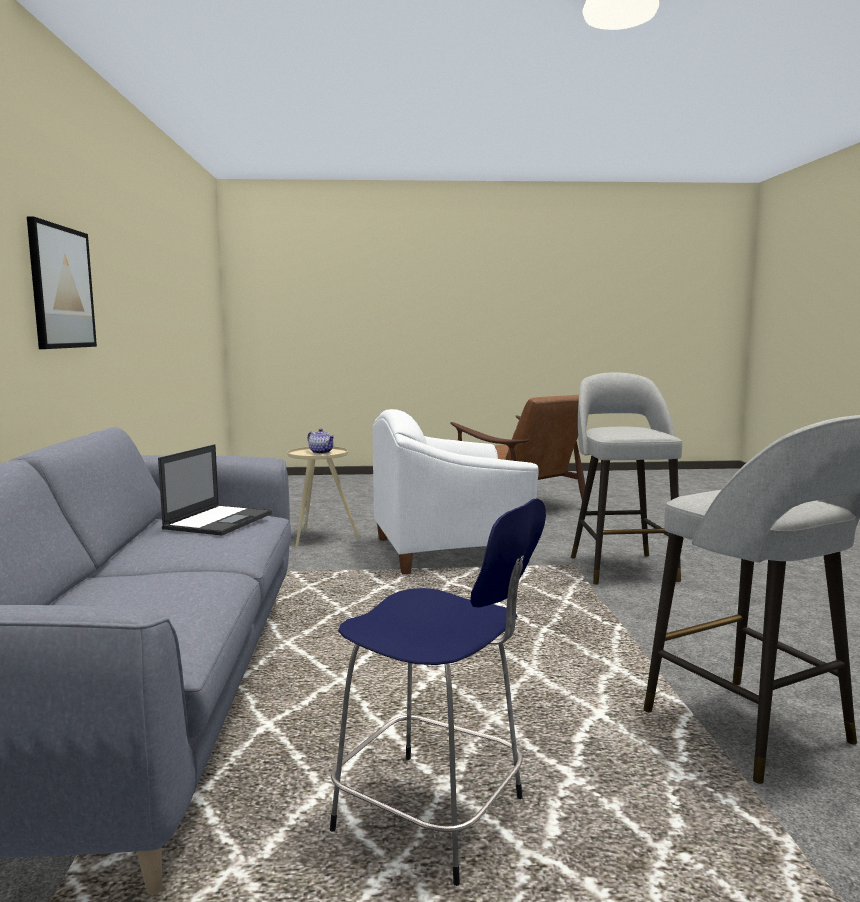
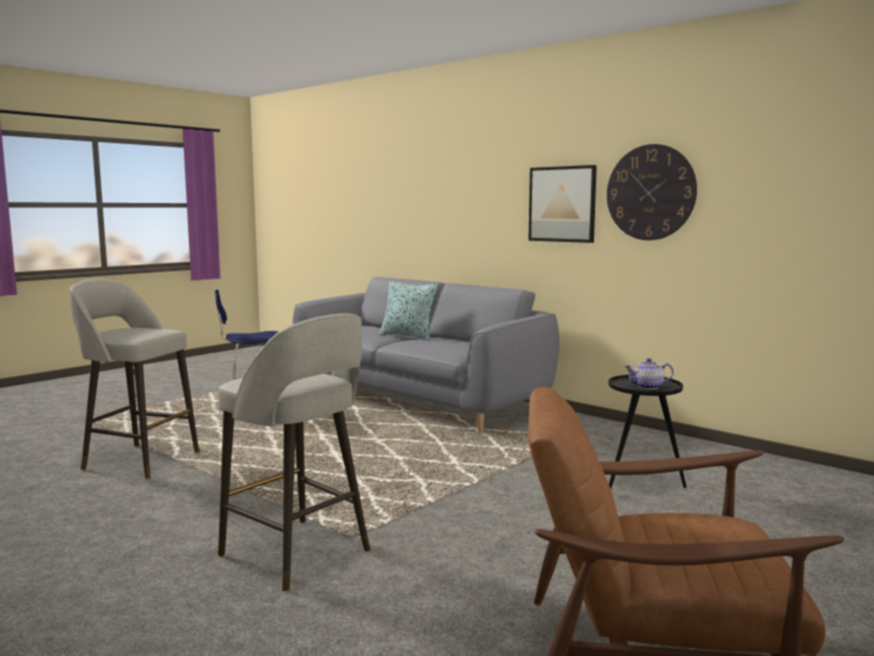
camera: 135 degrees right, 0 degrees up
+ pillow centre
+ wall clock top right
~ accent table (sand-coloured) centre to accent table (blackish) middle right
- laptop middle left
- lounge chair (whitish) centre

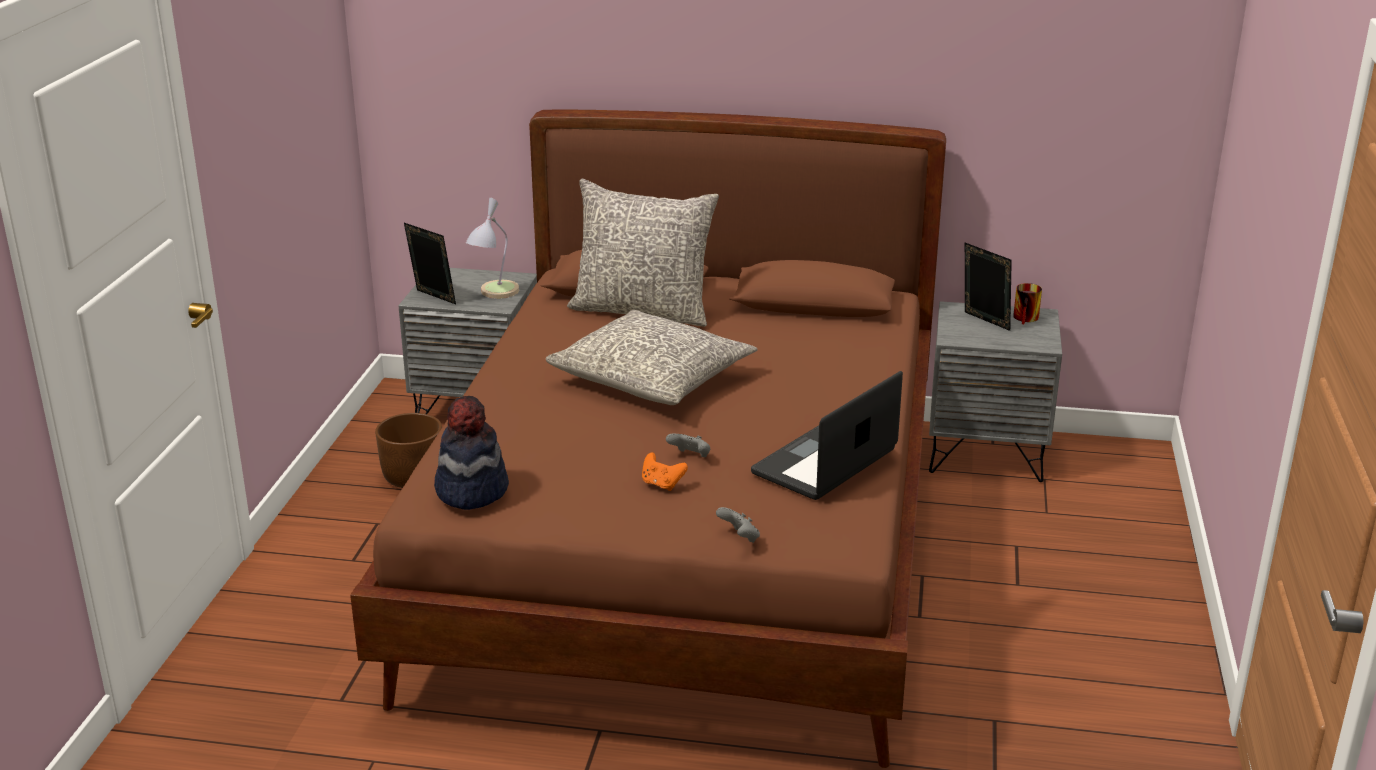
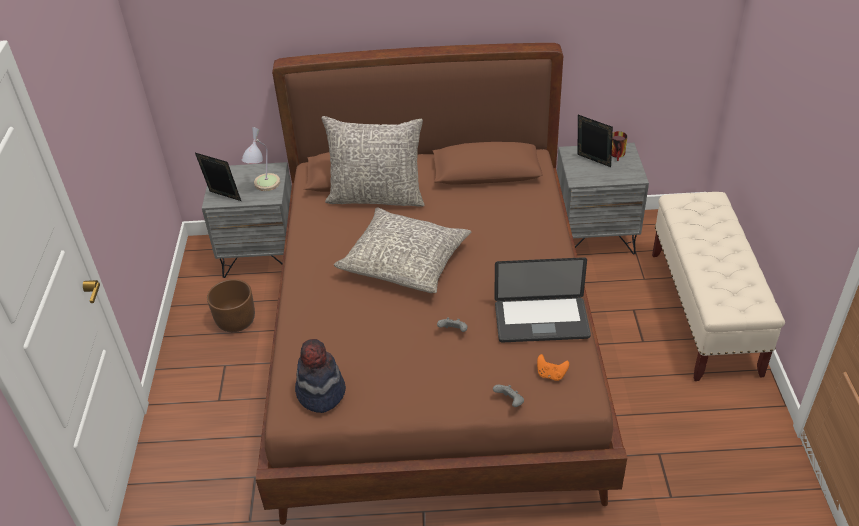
camera: 10 degrees left, 15 degrees up
~ laptop centre = centre 120 degrees counterclockwise
~ gamepad (orange-coloured) centre to bottom centre
+ indoor bench (sand-coloured) middle right

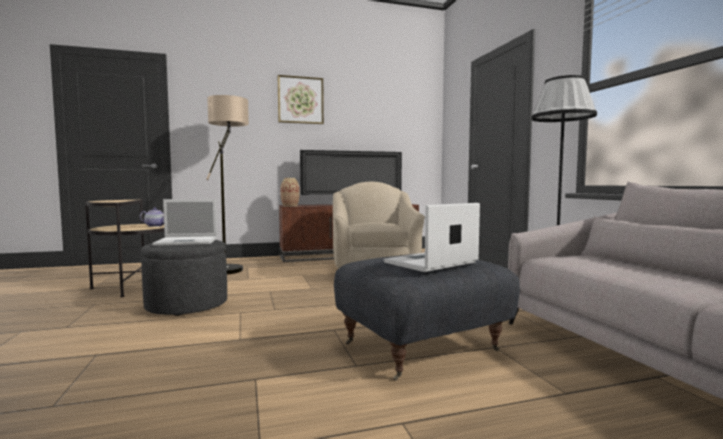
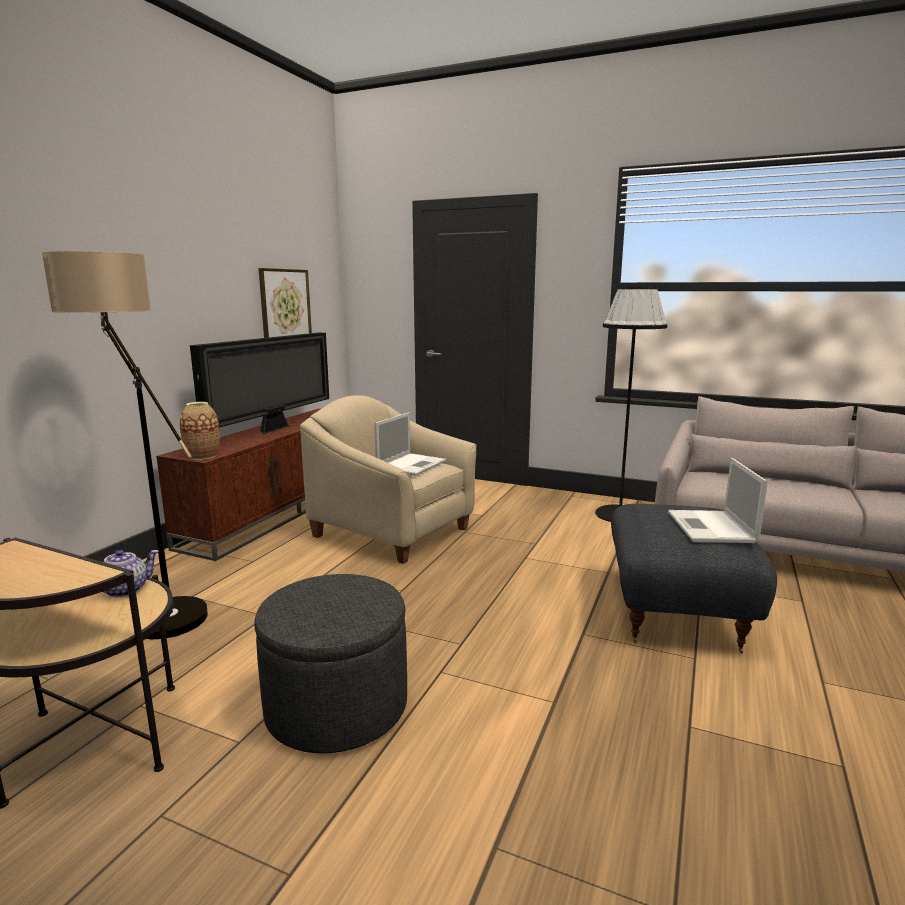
camera: 50 degrees left, 10 degrees up
~ wall picture top centre to middle left
~ laptop (1st from left) middle left to centre

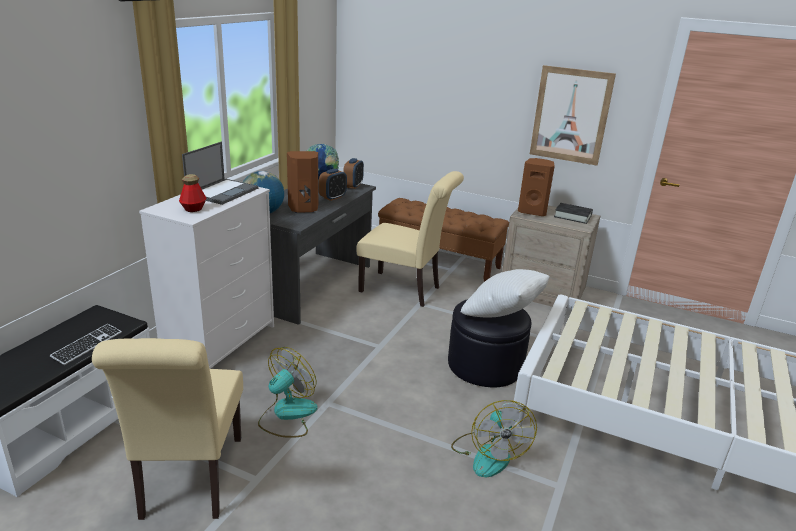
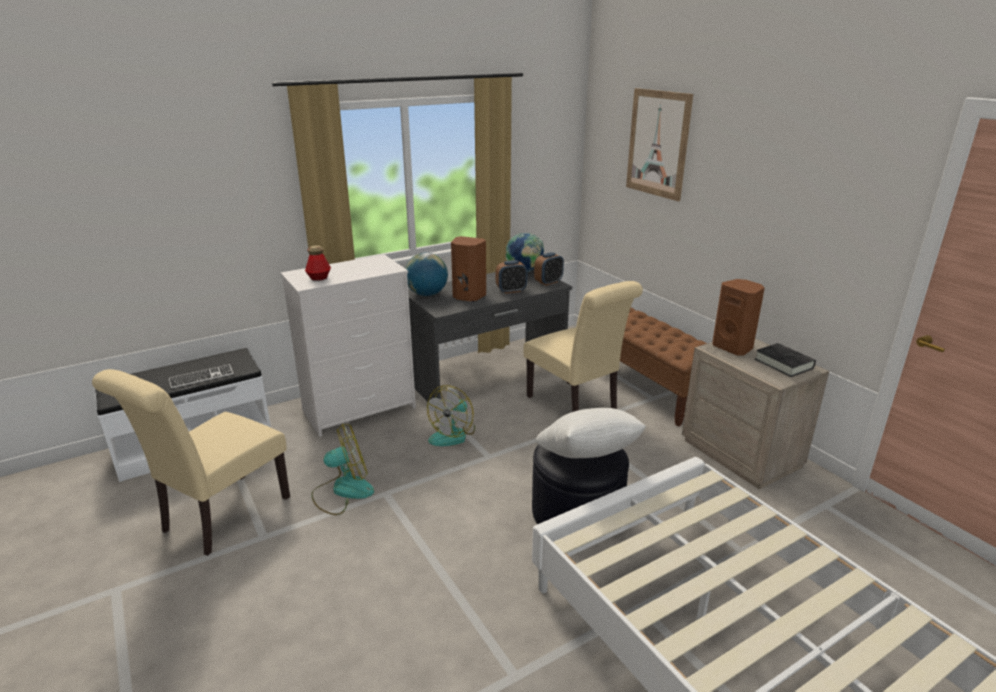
camera: 35 degrees right, 0 degrees up
~ fan (2nd from left) bottom centre to centre
~ wall picture top right to top centre
- laptop top left

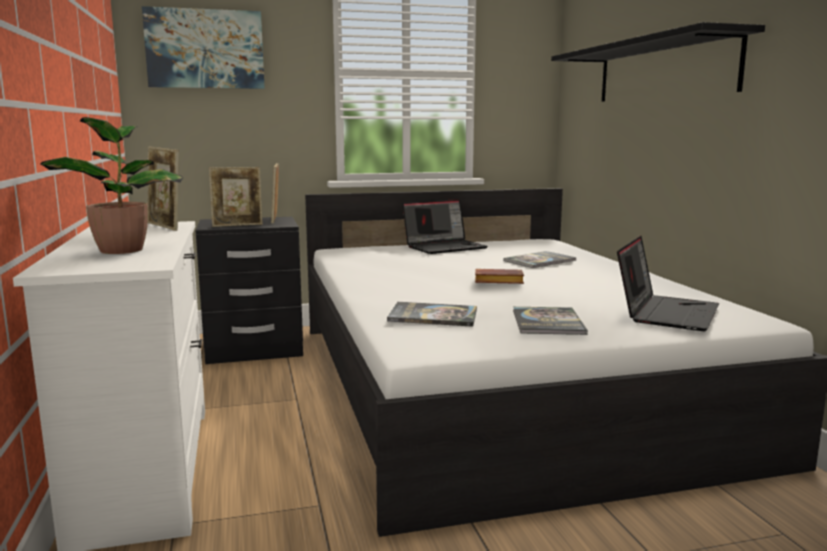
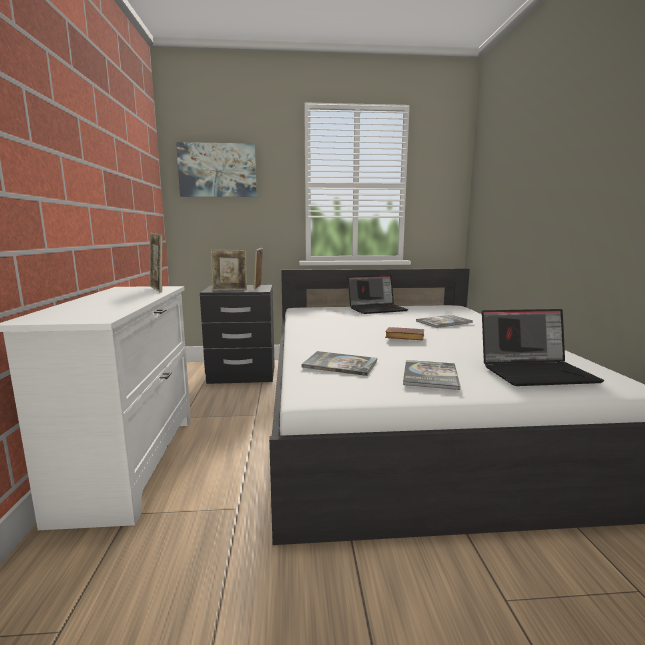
camera: 10 degrees right, 0 degrees up
~ laptop (2nd from left) middle right = middle right 45 degrees clockwise
- plant in a pot middle left
- bracket shelf (blackish) top right

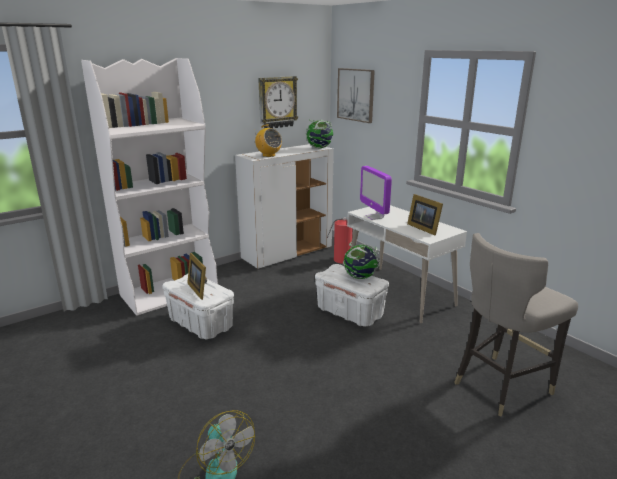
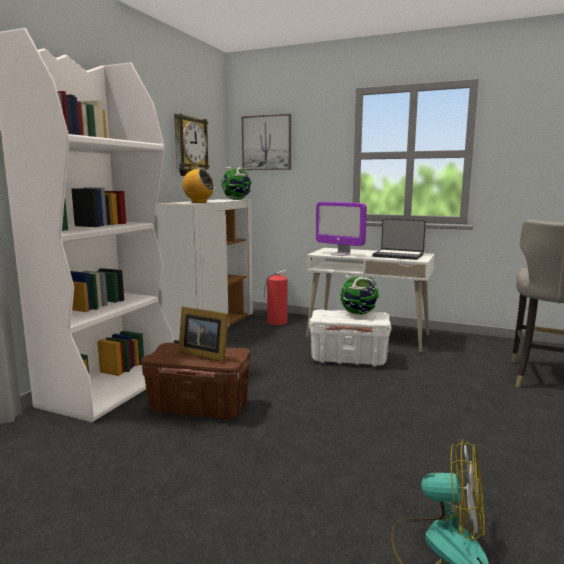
camera: 30 degrees left, 10 degrees down
~ storage bin (whitish) (1st from left) middle left to storage bin (brown-coloured) bottom centre
~ picture frame (2nd from left) middle right to laptop middle right

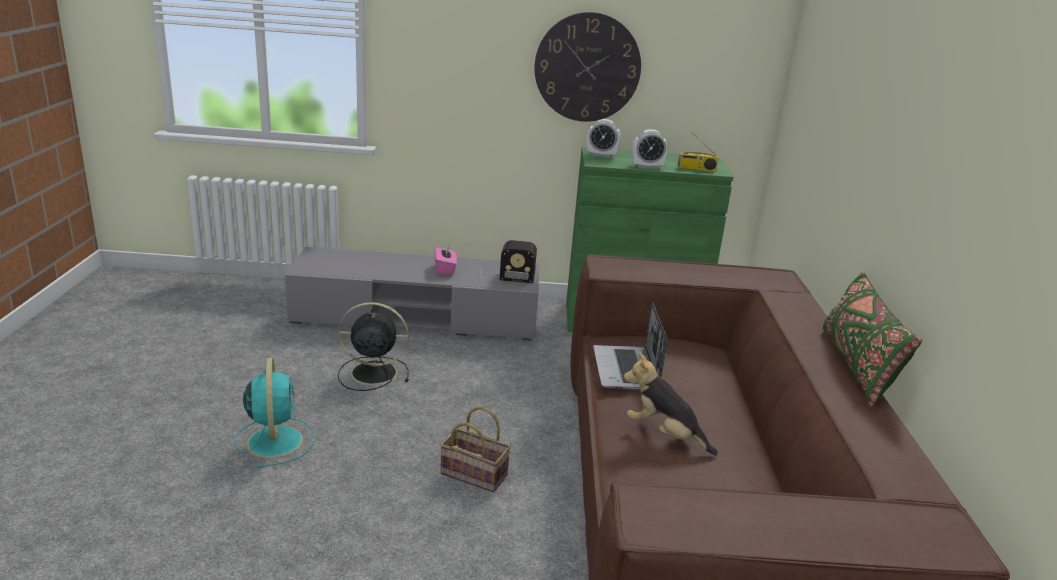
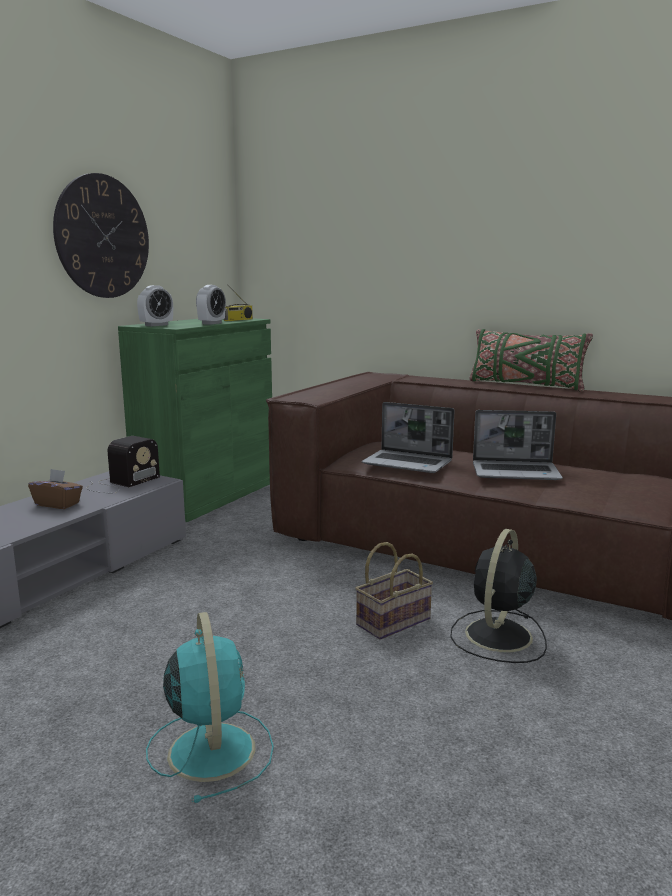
camera: 60 degrees left, 10 degrees down
~ tissue holder (pink) centre to tissue holder (brown-coloured) middle left
~ fan (turquoise) bottom left = bottom left 60 degrees clockwise
~ fan (blackish) centre to middle right
~ soft toy bottom centre to laptop (2nd from left) middle right

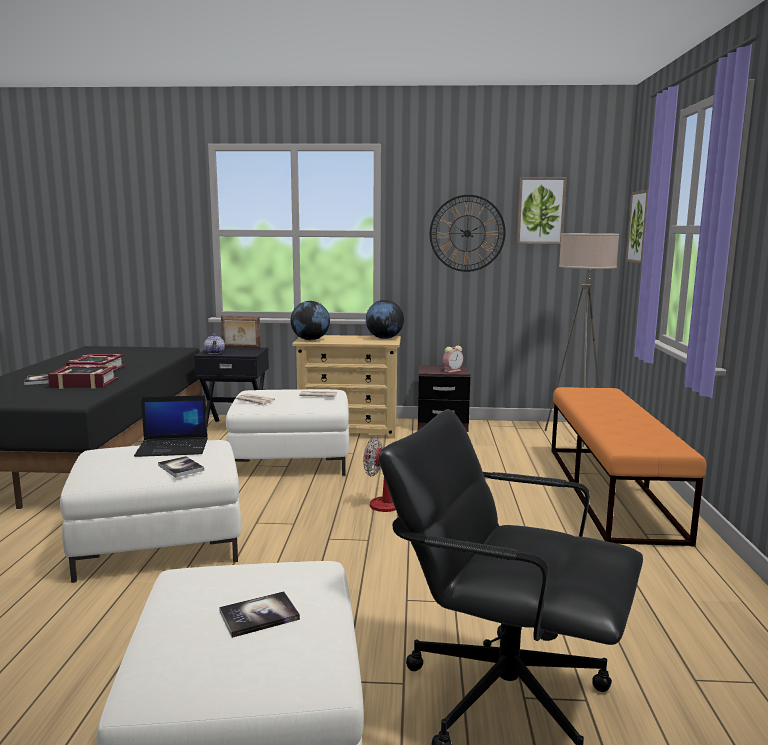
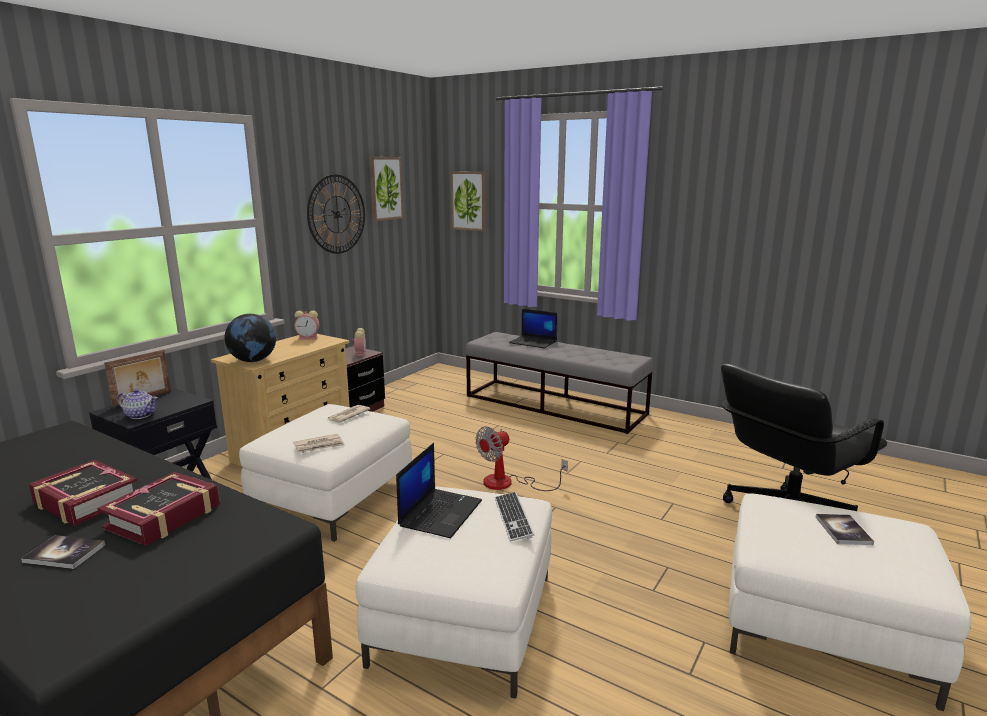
camera: 60 degrees left, 5 degrees up
~ globe (2nd from left) centre to table clock (1st from left) middle left
~ indoor bench (orange-coloured) middle right to indoor bench (greyish) centre
~ bound book (4th from left) middle left to PC keyboard bottom centre
+ laptop (2nd from left) centre
- floor lamp (sand-coloured) middle right

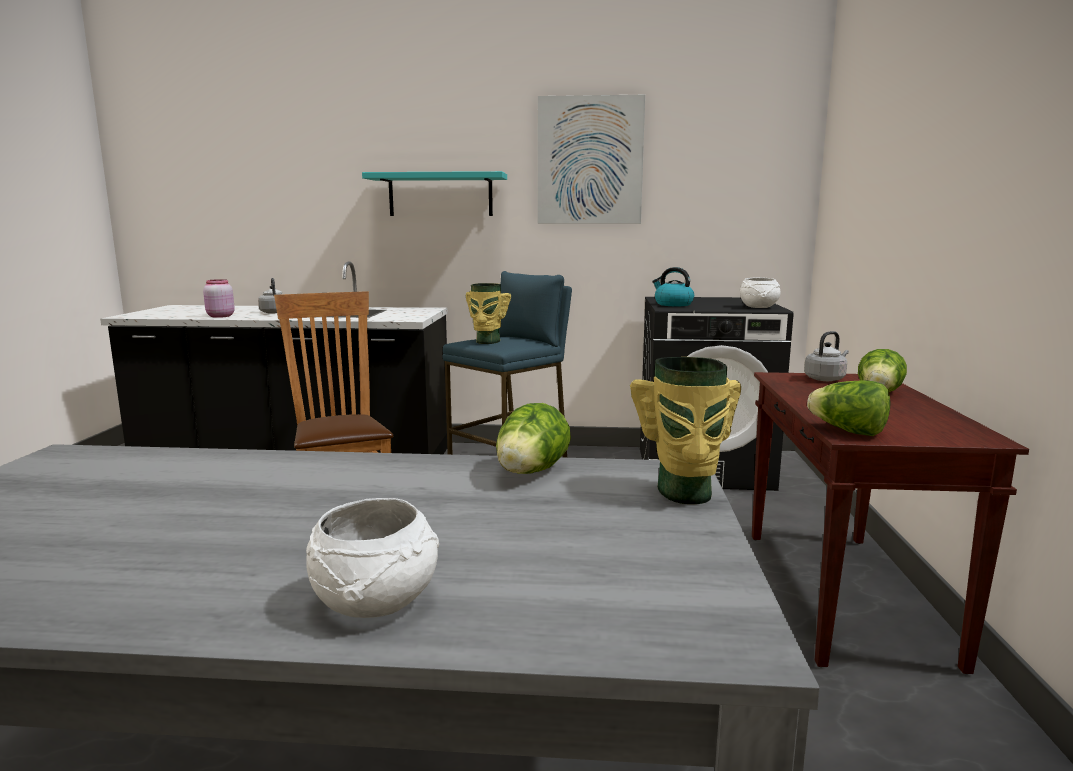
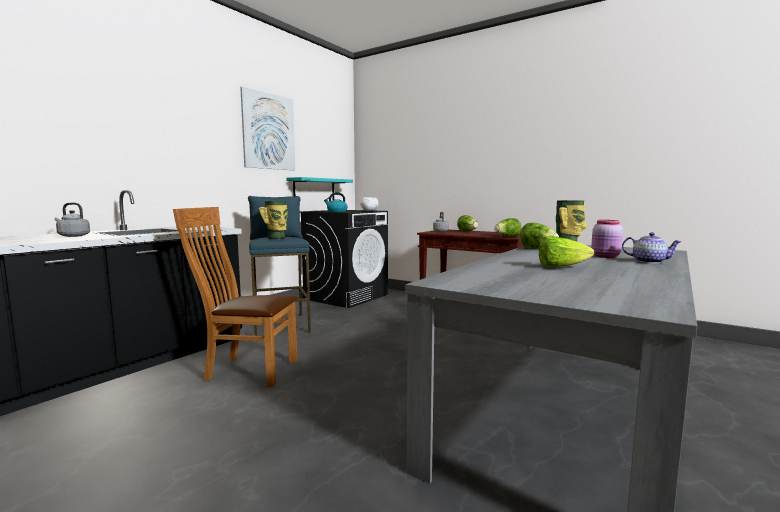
camera: 60 degrees left, 5 degrees down
~ bracket shelf (turquoise) top centre to centre
+ lettuce (4th from left) middle right
~ preserve jar (pink) middle left to middle right
~ bowl (whitish) (1st from left) bottom centre to tea pot middle right

